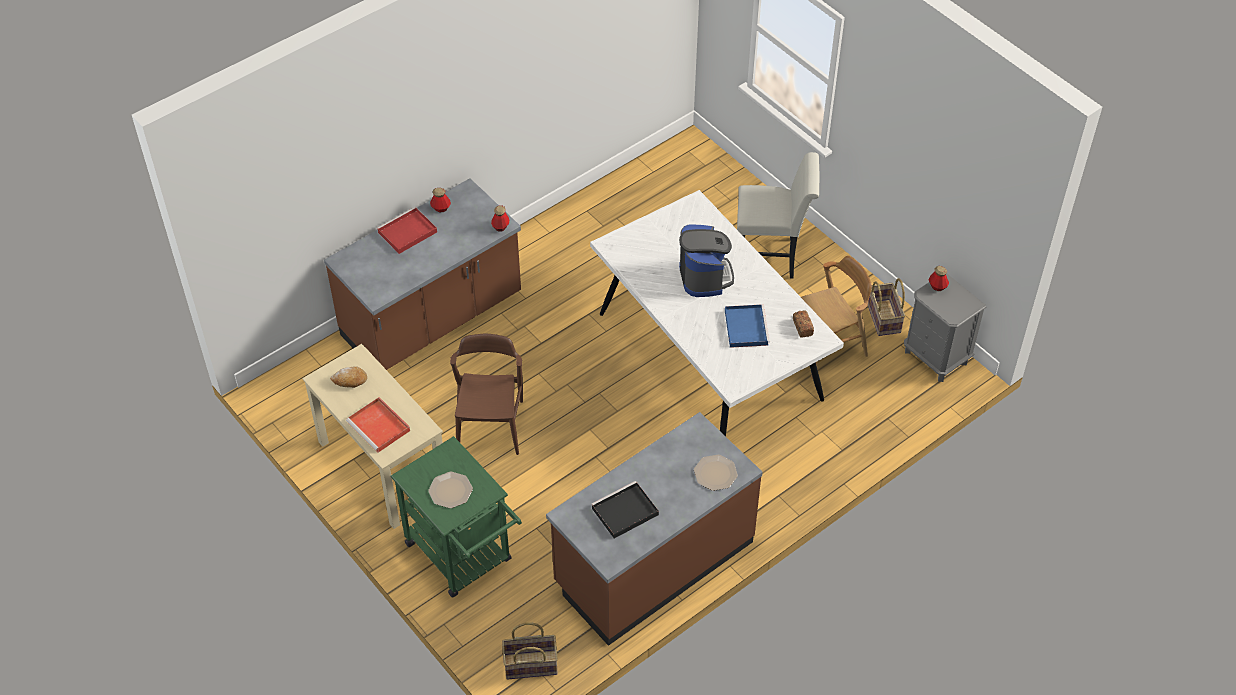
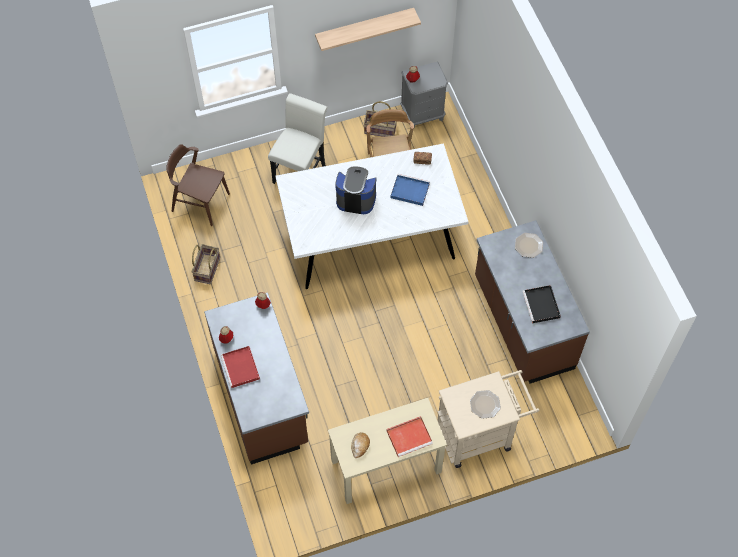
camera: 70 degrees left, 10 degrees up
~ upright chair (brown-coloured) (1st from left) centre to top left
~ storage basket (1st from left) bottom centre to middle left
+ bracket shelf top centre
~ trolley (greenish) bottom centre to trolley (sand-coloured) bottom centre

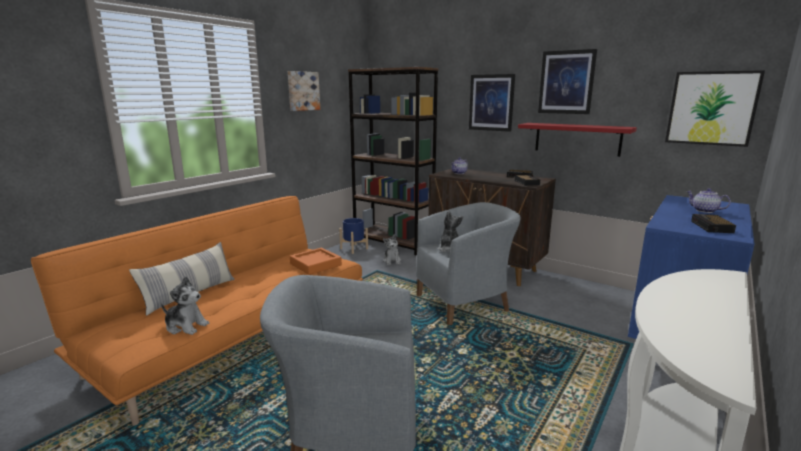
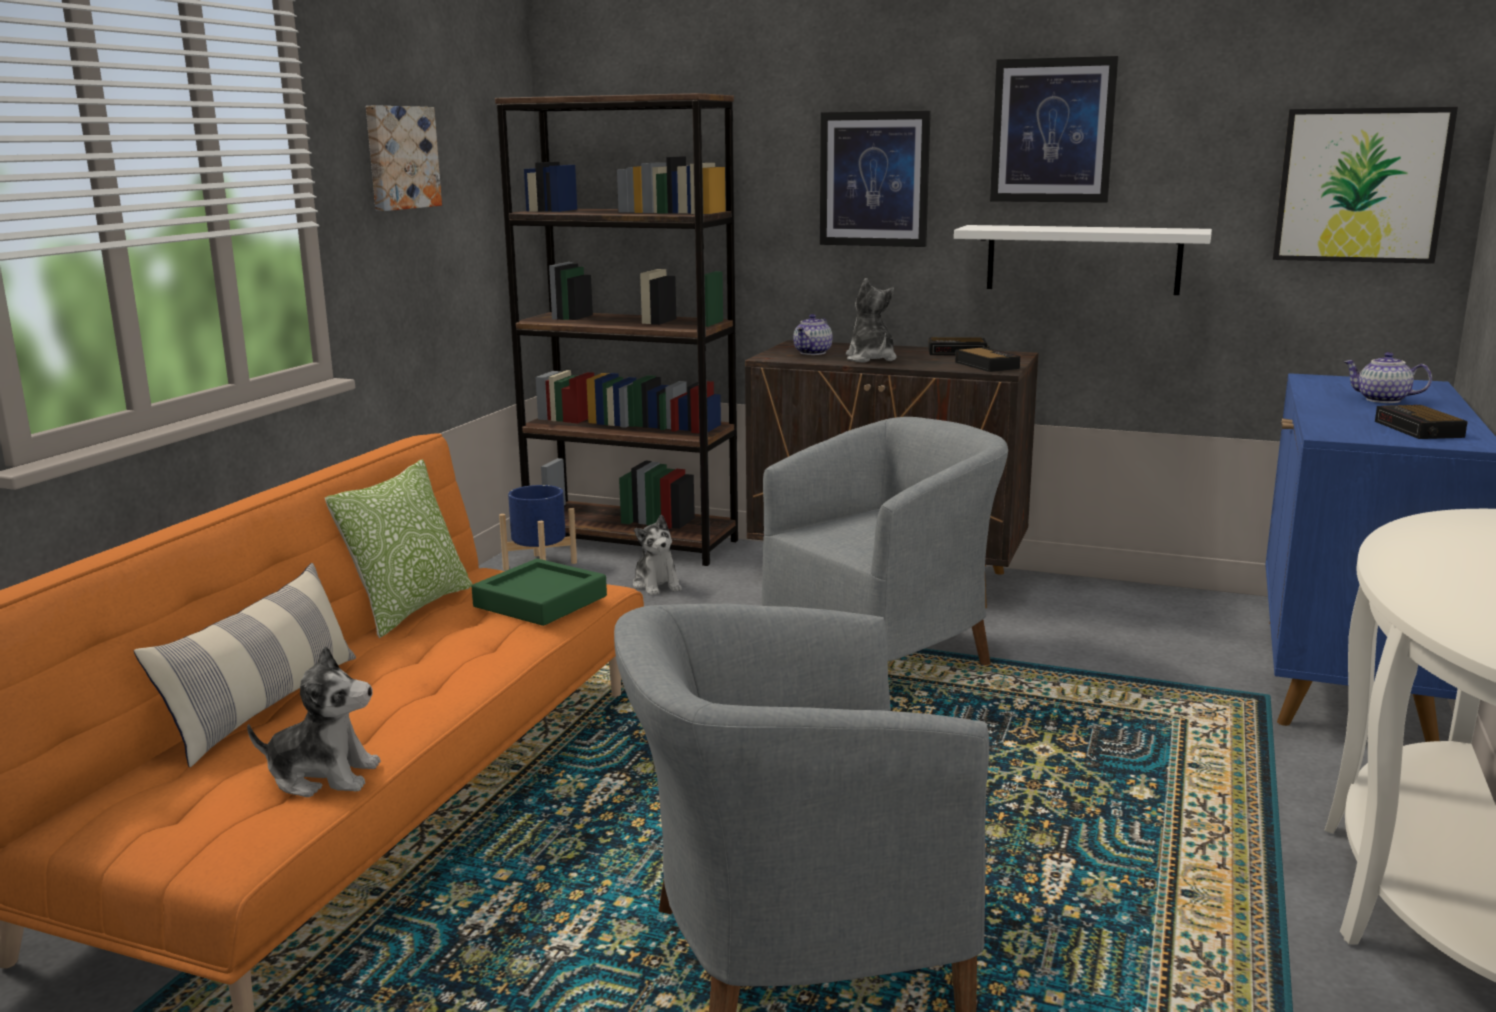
camera: 15 degrees left, 0 degrees up
+ pillow (2nd from left) middle left
~ tray (orange-coloured) centre to tray (greenish) centre
~ soft toy (3rd from left) centre to top centre
~ bracket shelf (red-coloured) top right to bracket shelf (whitish) top right

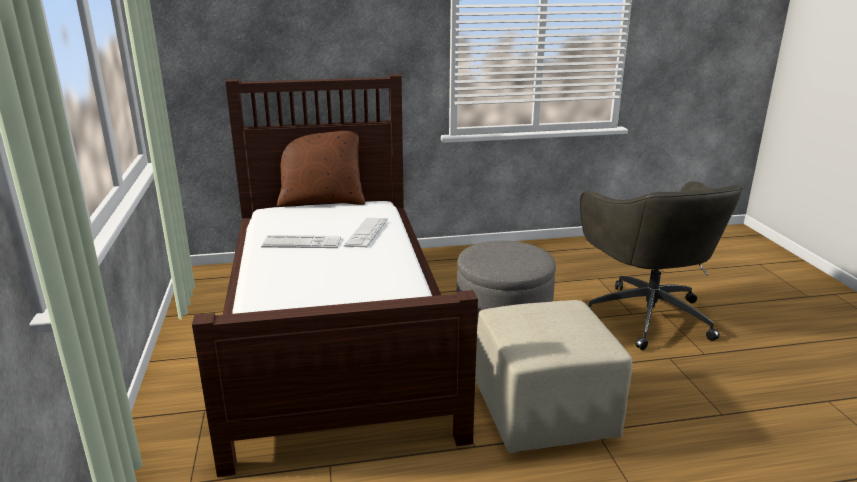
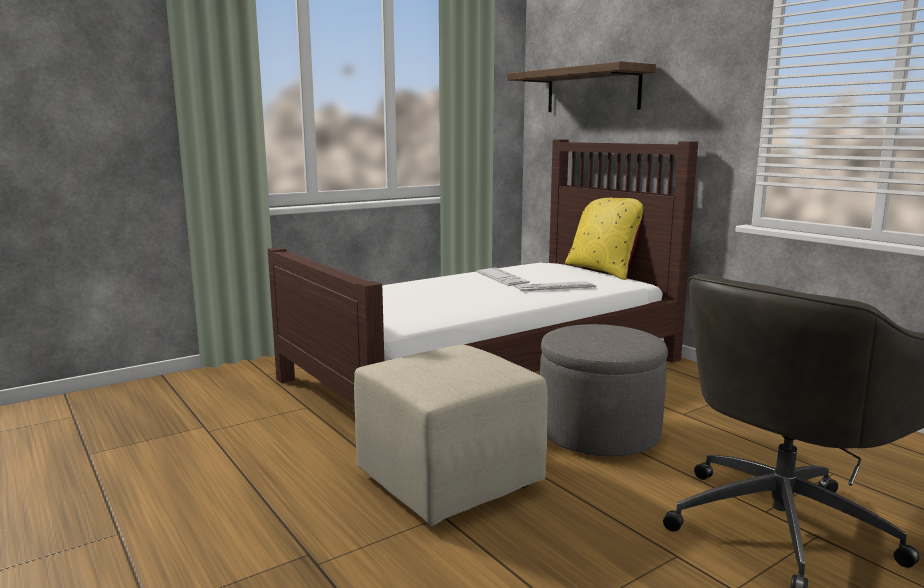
camera: 65 degrees right, 10 degrees down
+ bracket shelf top centre
~ pillow (brown-coloured) centre to pillow (yellow) centre

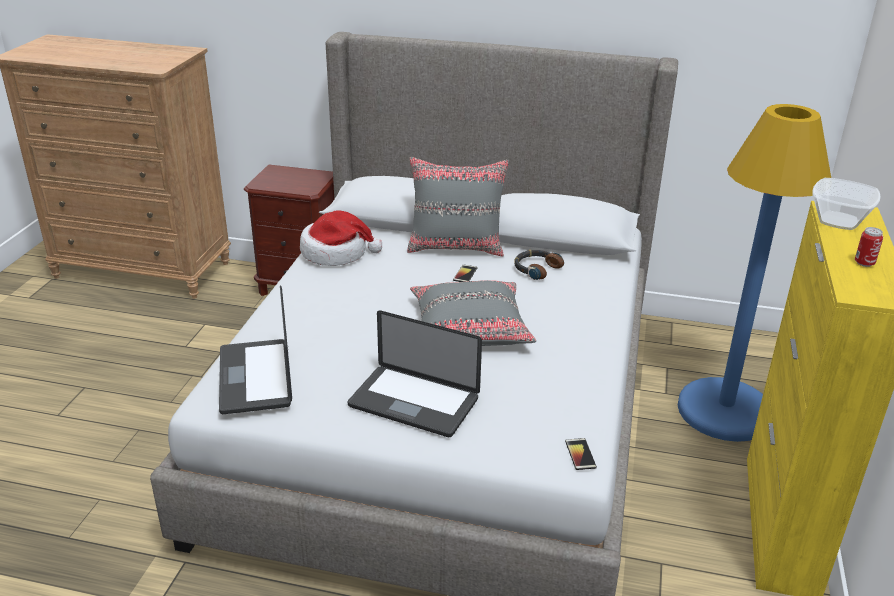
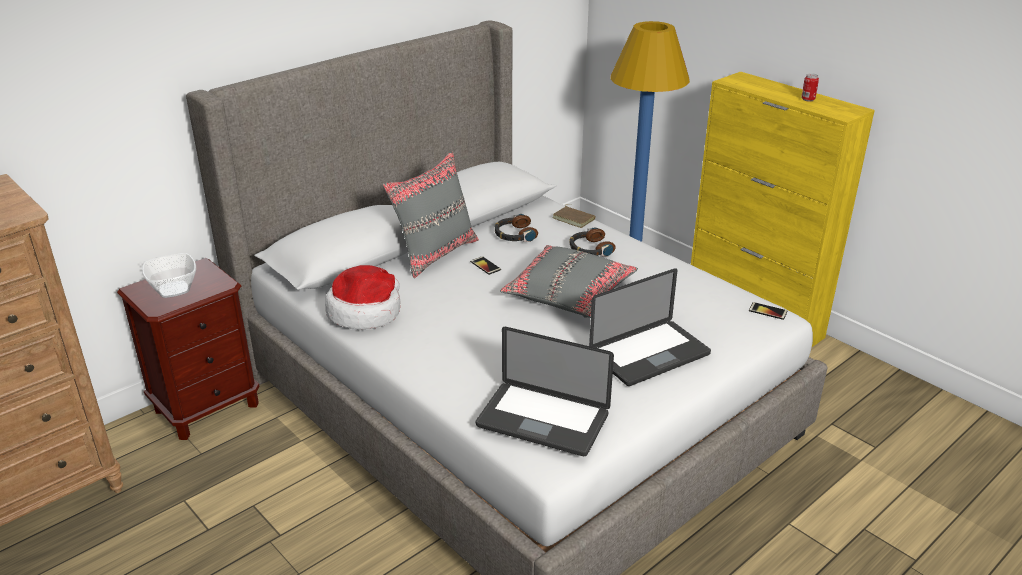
camera: 55 degrees left, 0 degrees up
~ bowl middle right to middle left
+ bound book (brown-coloured) centre
+ headset (2nd from left) centre

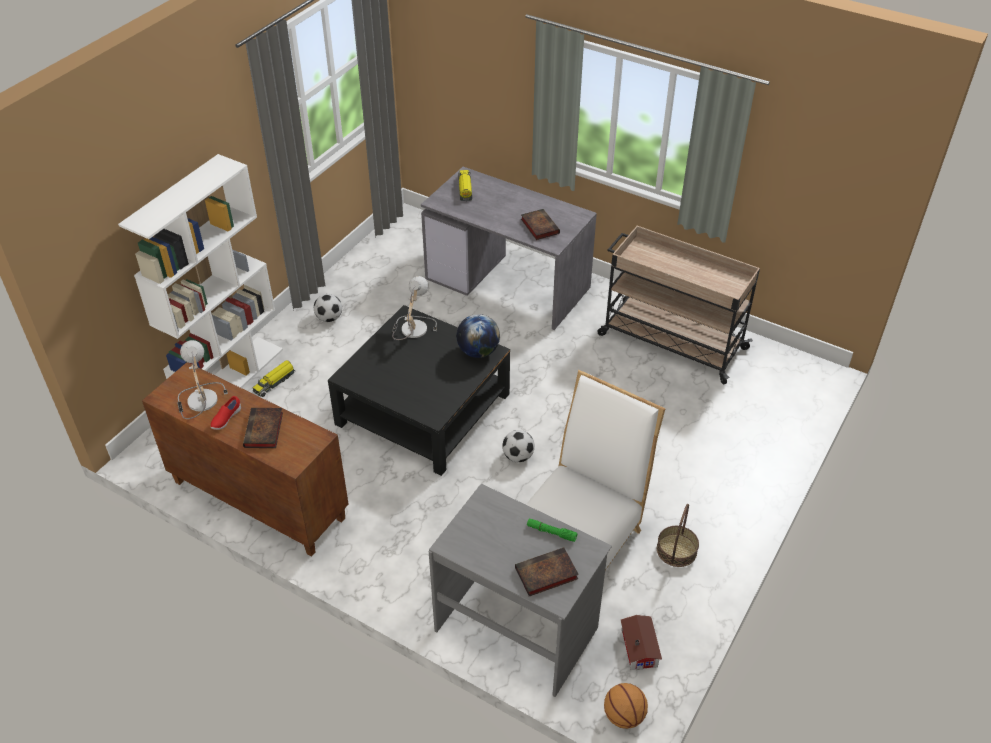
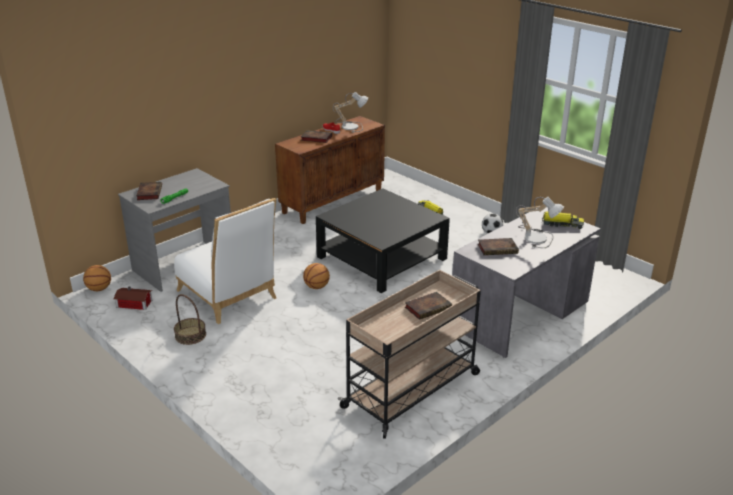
camera: 105 degrees right, 15 degrees down
~ ball for football (2nd from left) centre to basketball (2nd from left) centre
+ bound book (3rd from left) centre
~ lamp for a table (2nd from left) centre to middle right
- bookcase (whitish) middle left
- globe centre

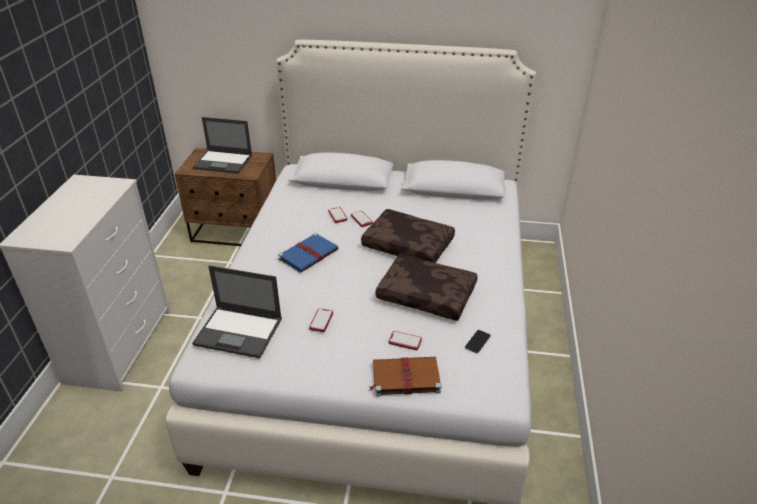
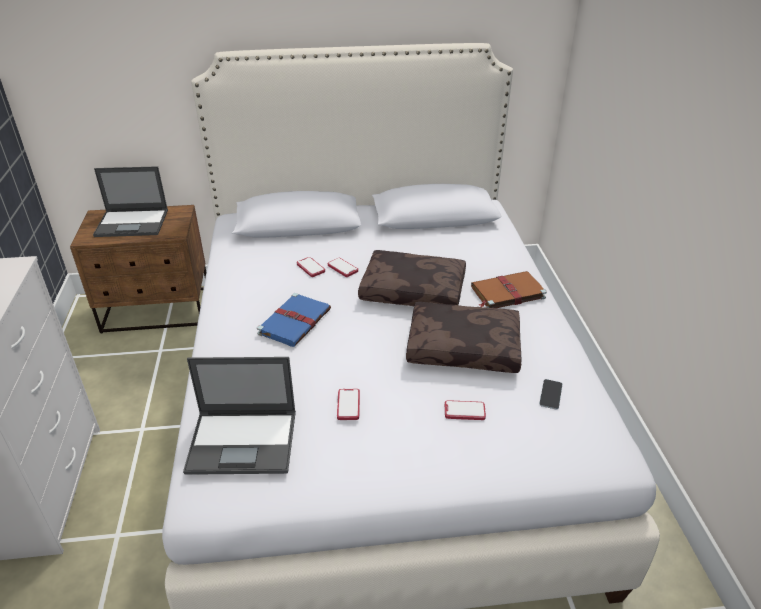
camera: 15 degrees left, 0 degrees up
~ bound book (brown-coloured) bottom centre to middle right

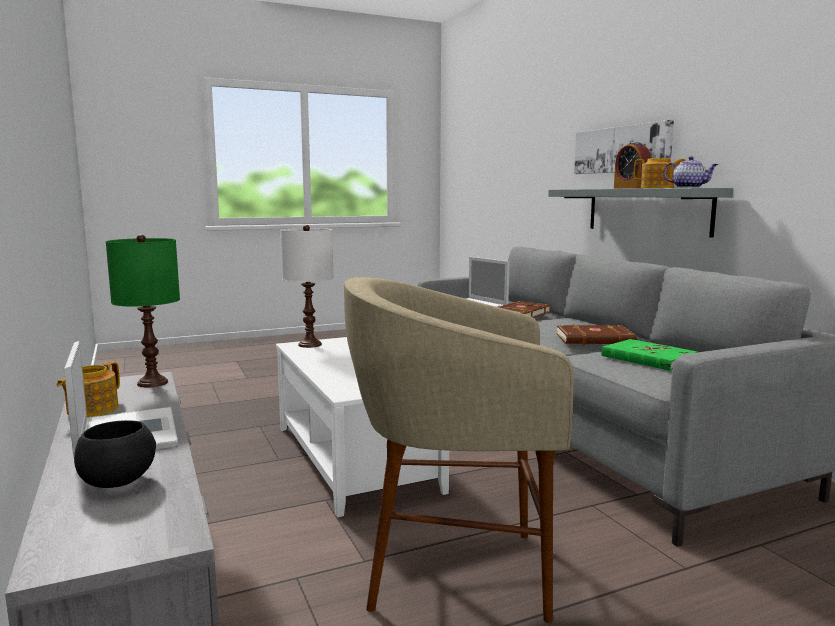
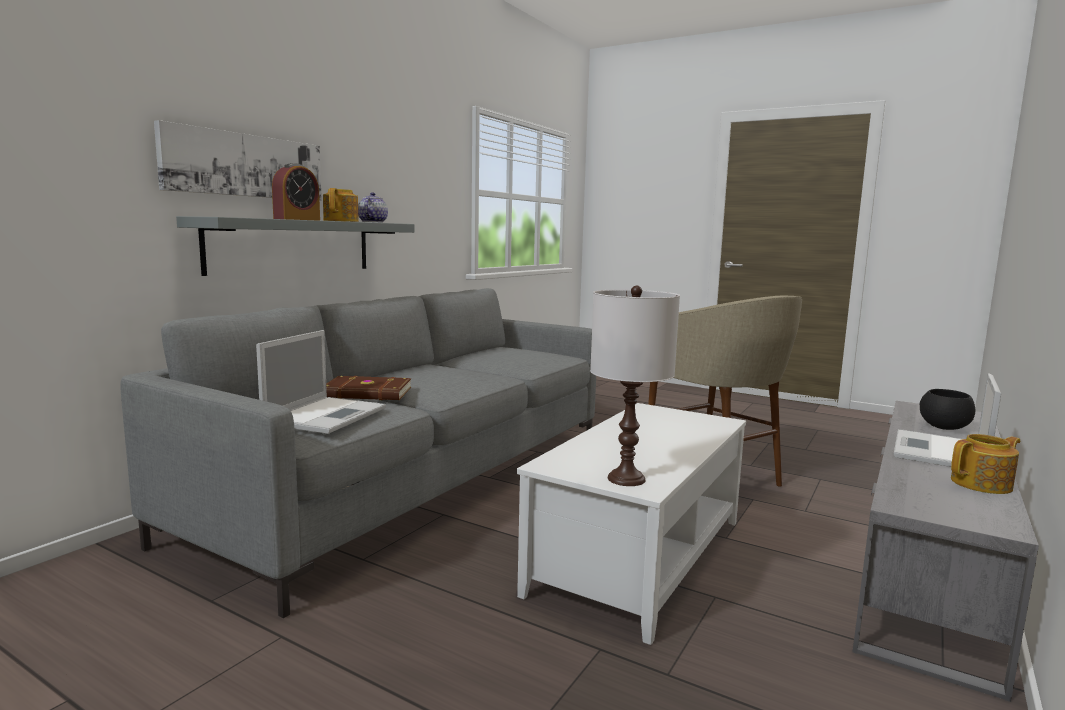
camera: 125 degrees left, 0 degrees up
- lamp for a table (greenish) middle left
- bound book (brown-coloured) (2nd from left) middle right
- bound book (greenish) middle right

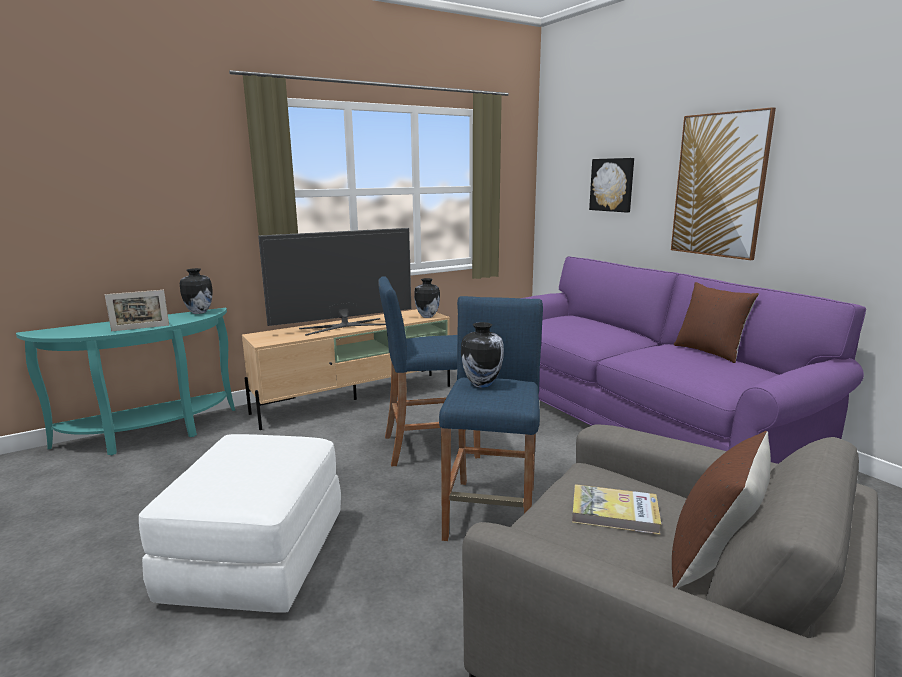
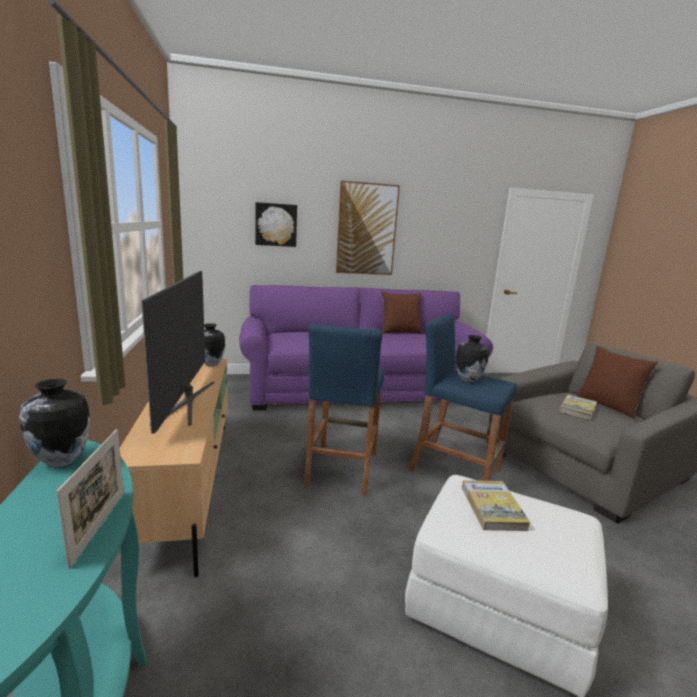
camera: 70 degrees left, 0 degrees up
+ bound book (1st from left) bottom right

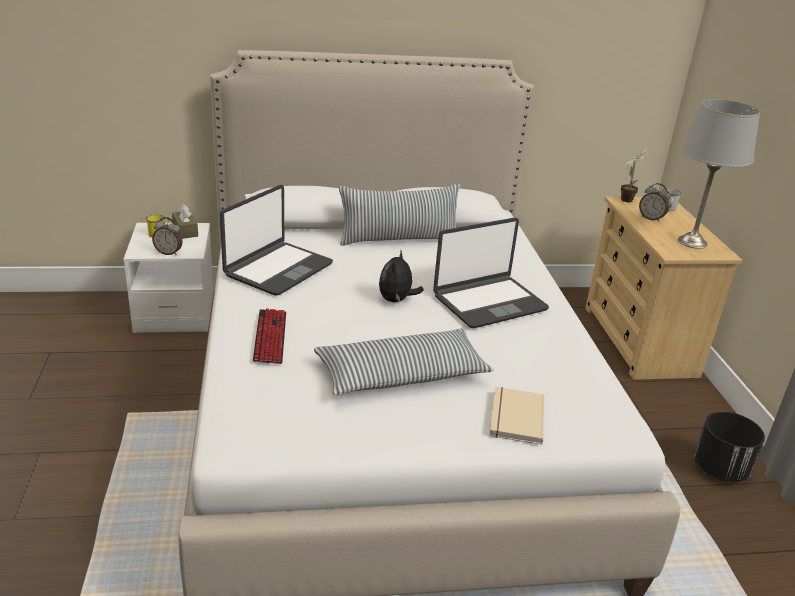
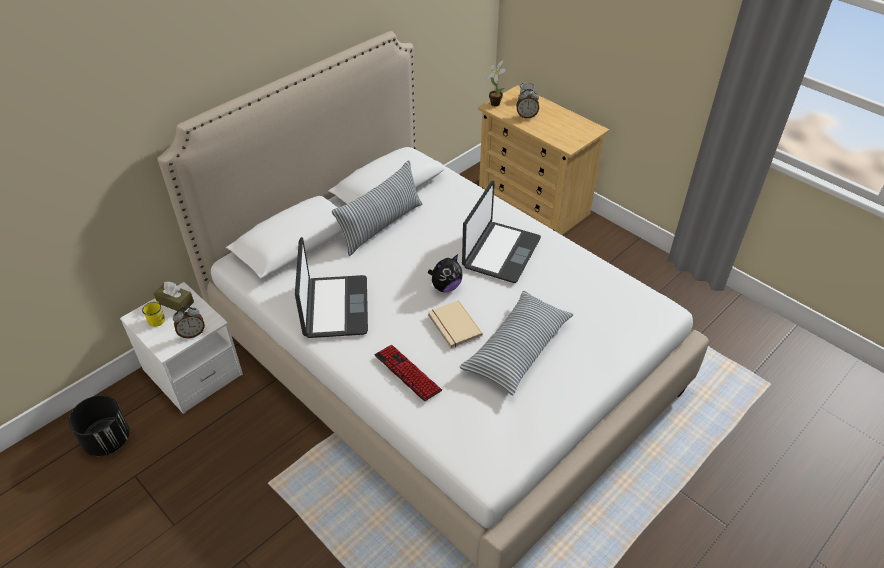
camera: 35 degrees left, 15 degrees up
~ planter (blackish) bottom right to bottom left
~ soft toy centre = centre 105 degrees counterclockwise
~ bound book (sand-coloured) bottom centre to centre
- lamp for a table (greyish) top right

